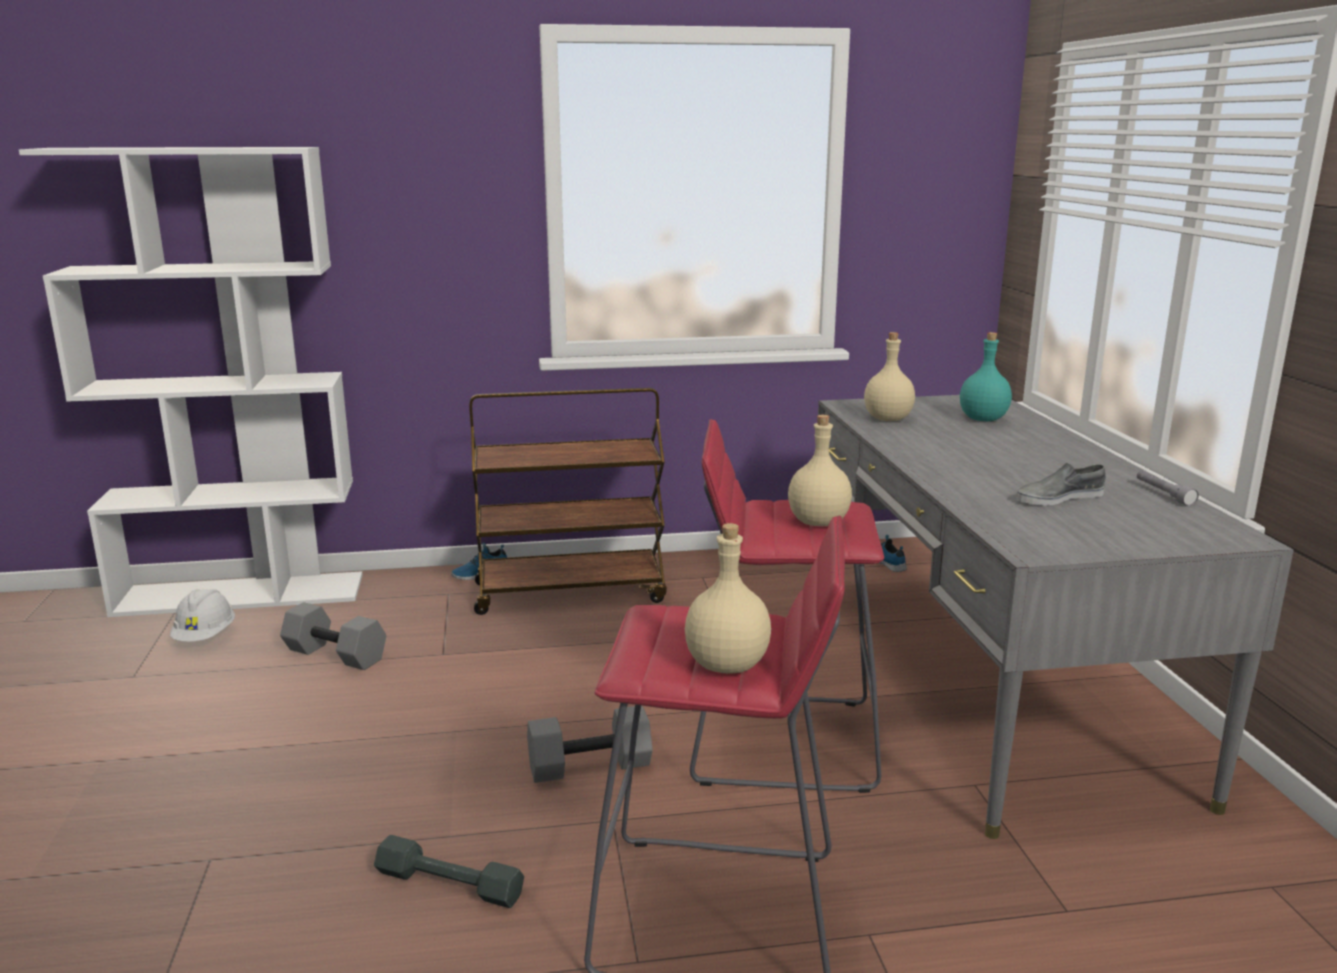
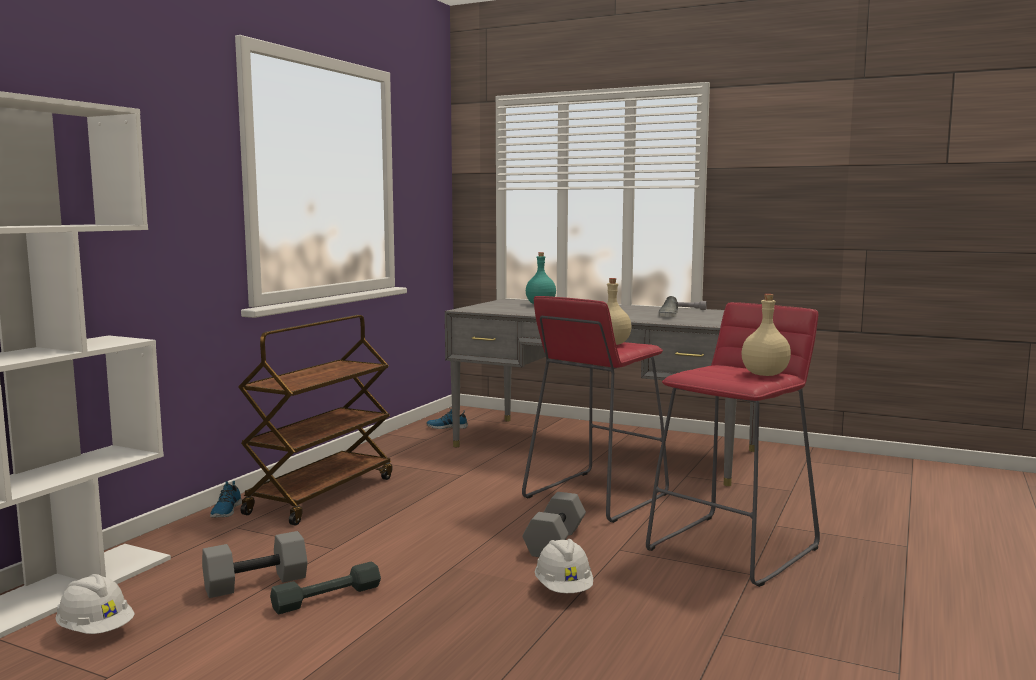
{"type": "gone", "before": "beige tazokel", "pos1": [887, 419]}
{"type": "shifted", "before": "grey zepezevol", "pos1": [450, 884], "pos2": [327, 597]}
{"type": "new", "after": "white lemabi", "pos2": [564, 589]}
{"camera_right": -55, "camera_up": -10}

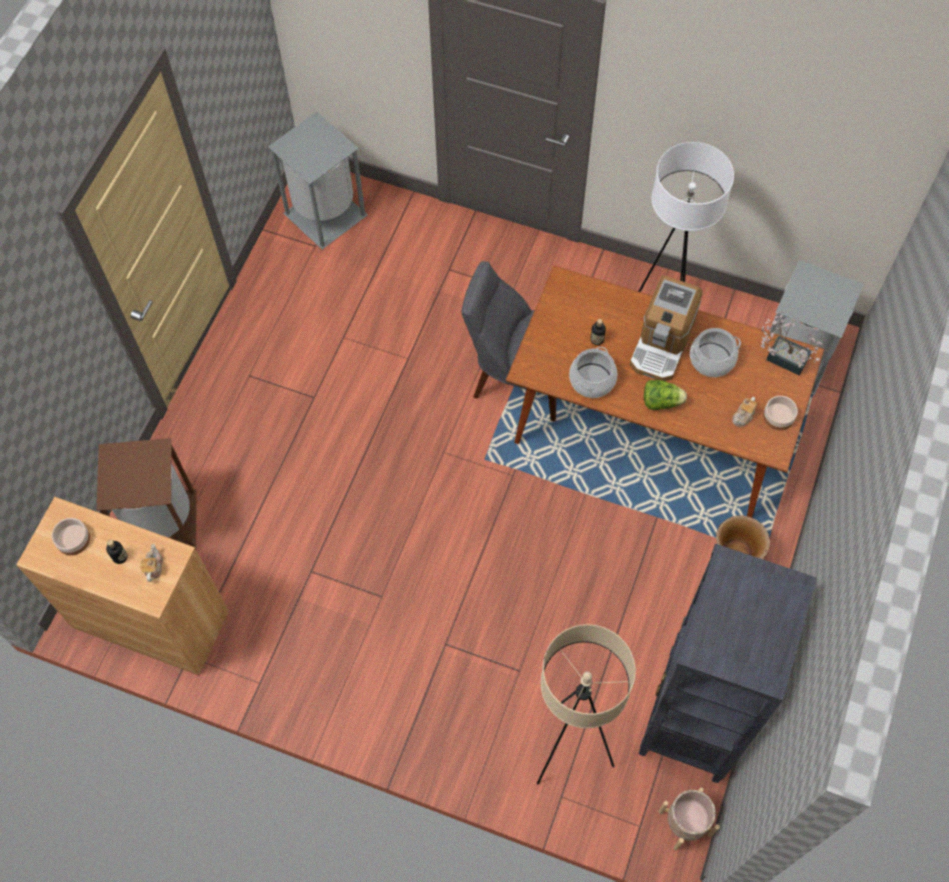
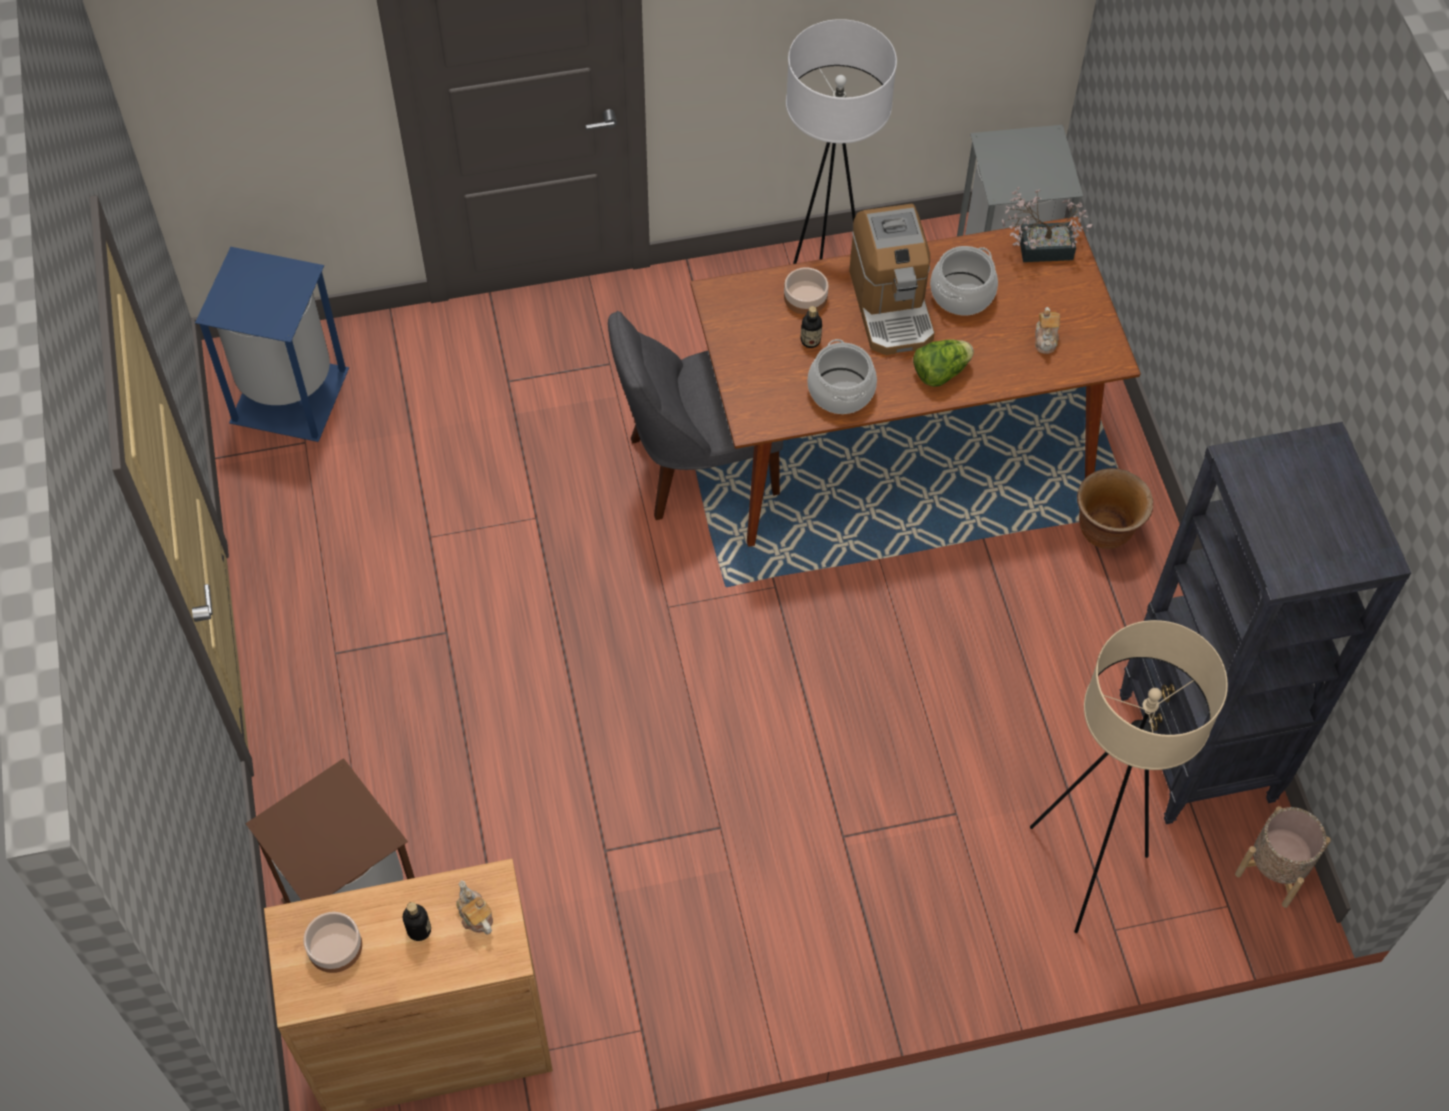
{"type": "repainted", "before": "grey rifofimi", "after": "blue rifofimi", "pos1": [325, 213], "pos2": [288, 394]}
{"type": "shifted", "before": "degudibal", "pos1": [779, 416], "pos2": [805, 297]}
{"camera_right": -35, "camera_up": -5}

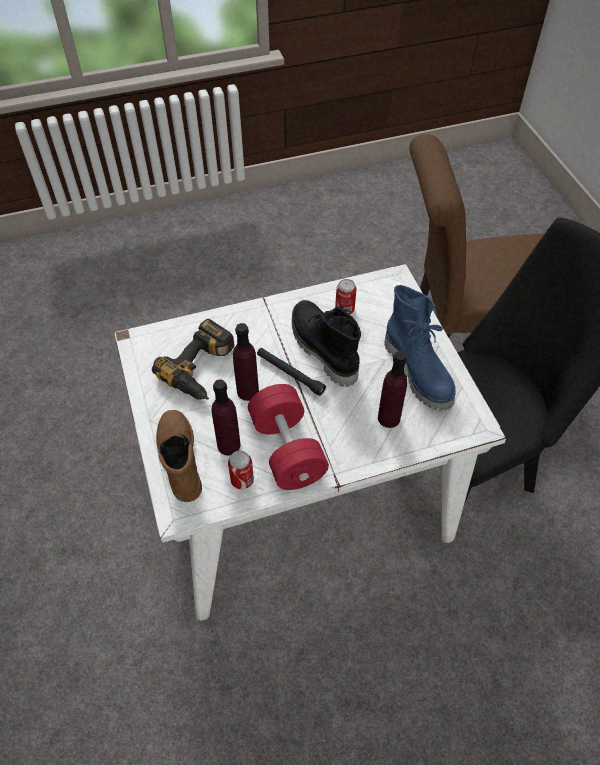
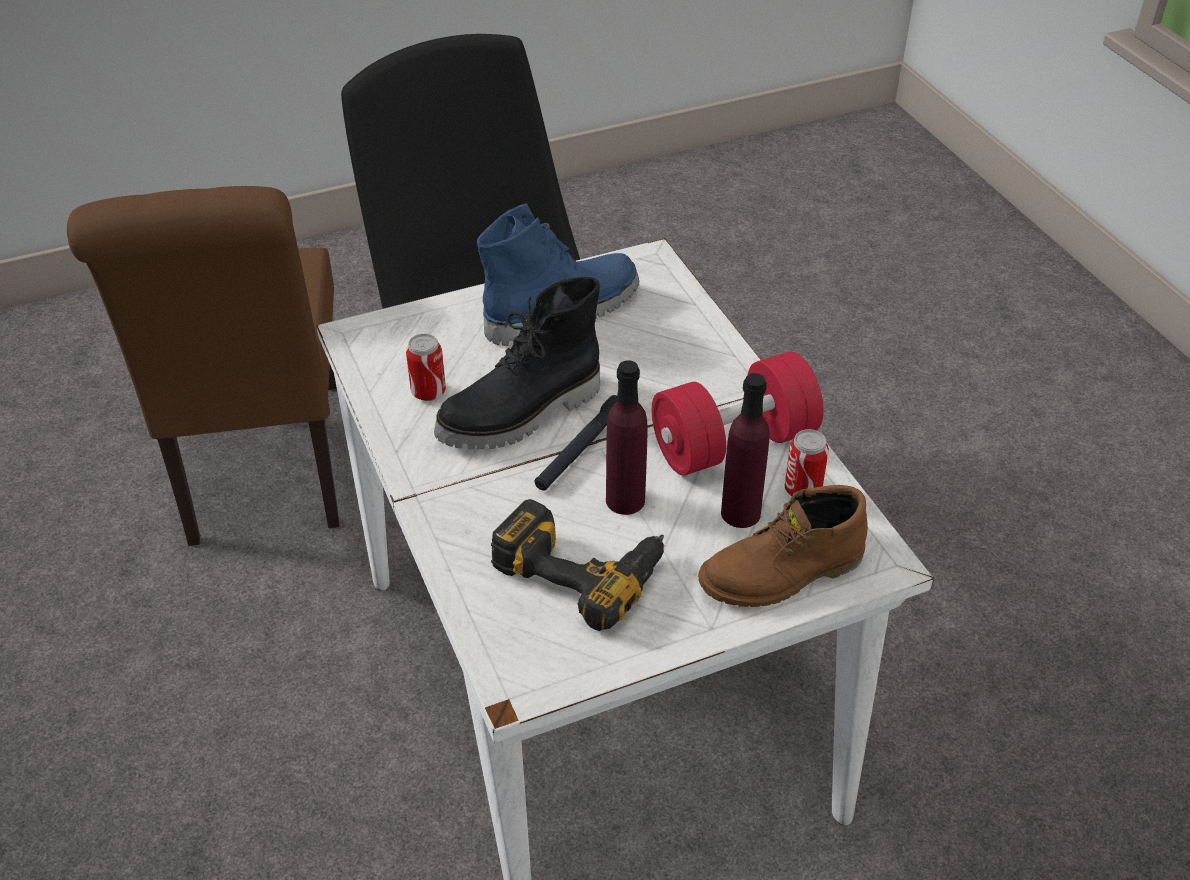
{"type": "gone", "before": "purple tazokel", "pos1": [388, 418]}
{"camera_right": -95, "camera_up": -10}

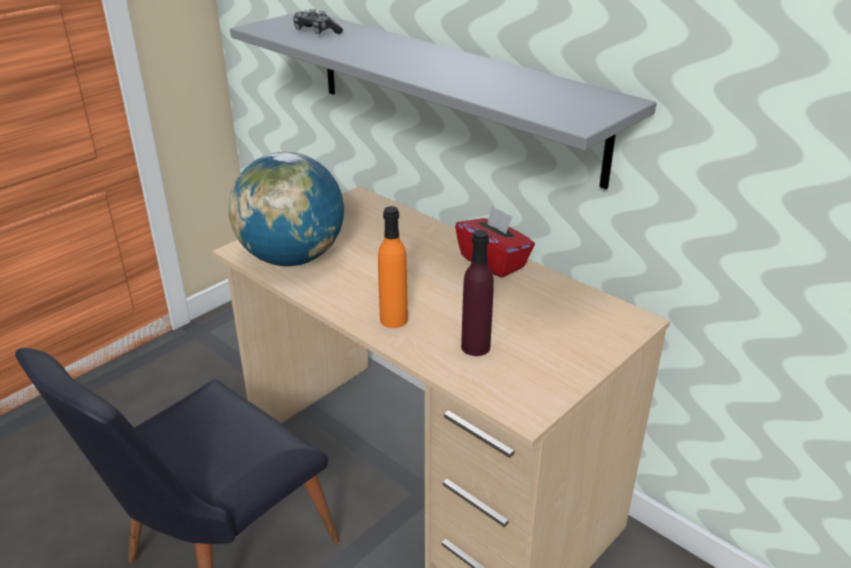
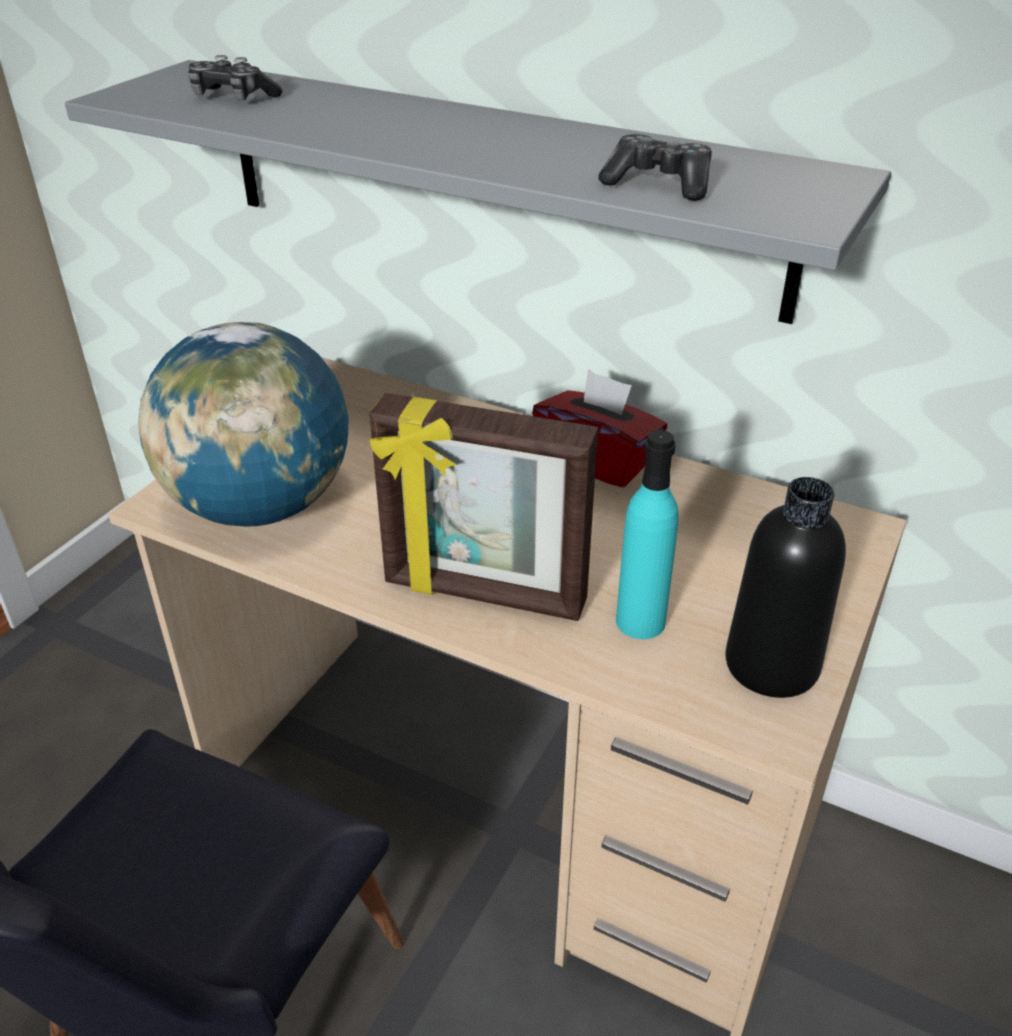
{"type": "swapped", "before": "orange tazokel", "after": "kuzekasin", "pos1": [393, 319], "pos2": [484, 594]}
{"type": "repainted", "before": "purple tazokel", "after": "turquoise tazokel", "pos1": [475, 347], "pos2": [640, 621]}
{"type": "new", "after": "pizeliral", "pos2": [658, 184]}
{"type": "new", "after": "black tazokel", "pos2": [771, 665]}
{"camera_right": -15, "camera_up": 5}

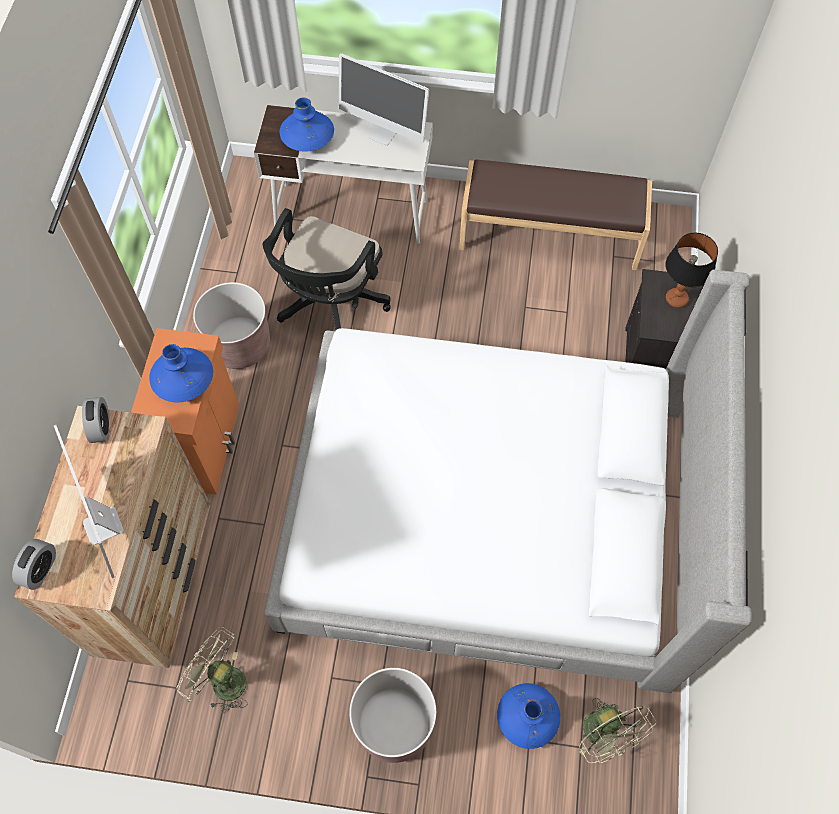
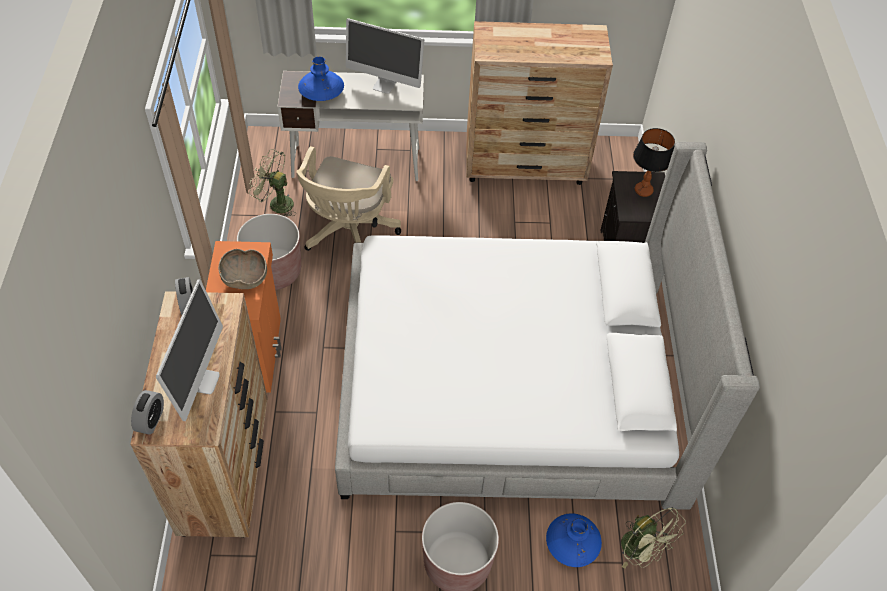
{"type": "swapped", "before": "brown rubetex", "after": "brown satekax", "pos1": [549, 235], "pos2": [525, 166]}
{"type": "repainted", "before": "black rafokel", "after": "beige rafokel", "pos1": [329, 306], "pos2": [348, 234]}
{"type": "swapped", "before": "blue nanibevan", "after": "brown degudibal", "pos1": [184, 380], "pos2": [245, 278]}
{"type": "rotated", "before": "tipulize", "pos1": [103, 526], "pos2": [202, 381], "turn": -135}
{"type": "shifted", "before": "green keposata", "pos1": [221, 681], "pos2": [276, 203]}
{"camera_right": -10, "camera_up": -10}

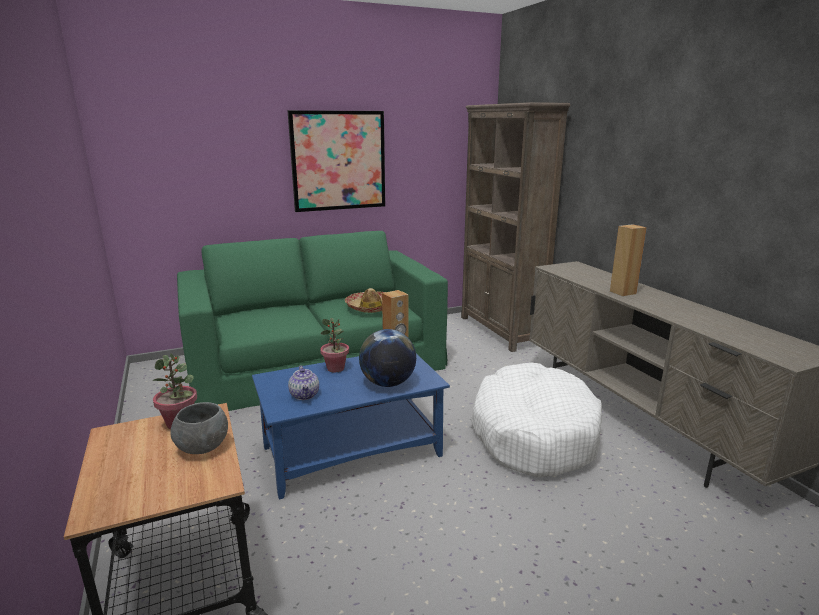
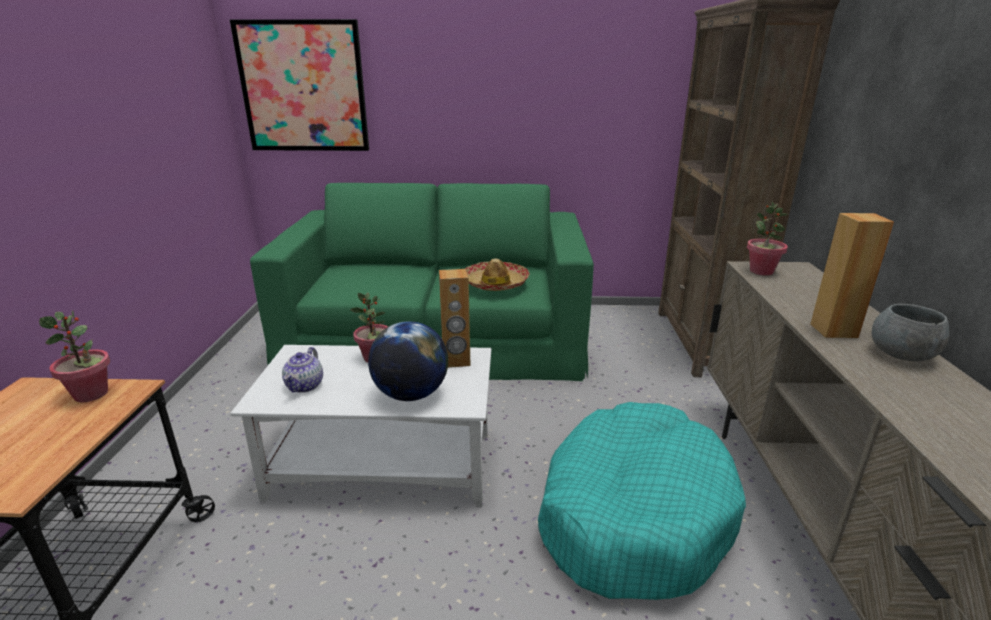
{"type": "shifted", "before": "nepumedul", "pos1": [338, 161], "pos2": [303, 87]}
{"type": "repainted", "before": "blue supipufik", "after": "white supipufik", "pos1": [353, 451], "pos2": [385, 464]}
{"type": "repainted", "before": "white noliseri", "after": "turquoise noliseri", "pos1": [533, 433], "pos2": [633, 513]}
{"type": "shifted", "before": "grey degudibal", "pos1": [202, 447], "pos2": [901, 355]}
{"type": "new", "after": "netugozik", "pos2": [761, 271]}
{"camera_right": 25, "camera_up": 5}

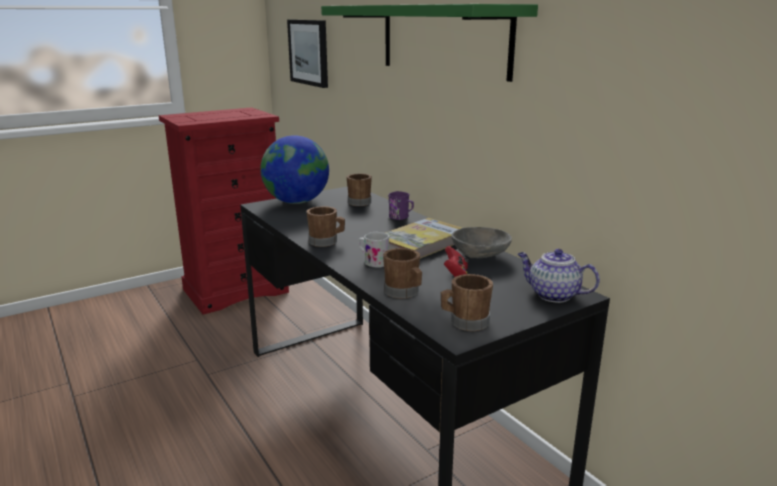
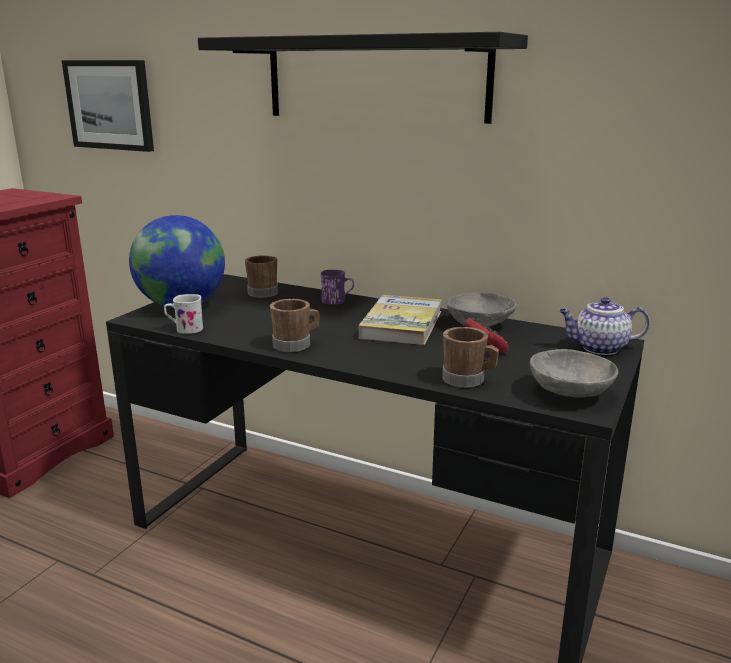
{"type": "repainted", "before": "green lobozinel", "after": "black lobozinel", "pos1": [442, 39], "pos2": [375, 79]}
{"type": "shifted", "before": "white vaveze", "pos1": [373, 262], "pos2": [185, 329]}
{"type": "swapped", "before": "brown vaveze", "after": "grey degudibal", "pos1": [465, 322], "pos2": [570, 394]}
{"camera_right": -30, "camera_up": 0}

